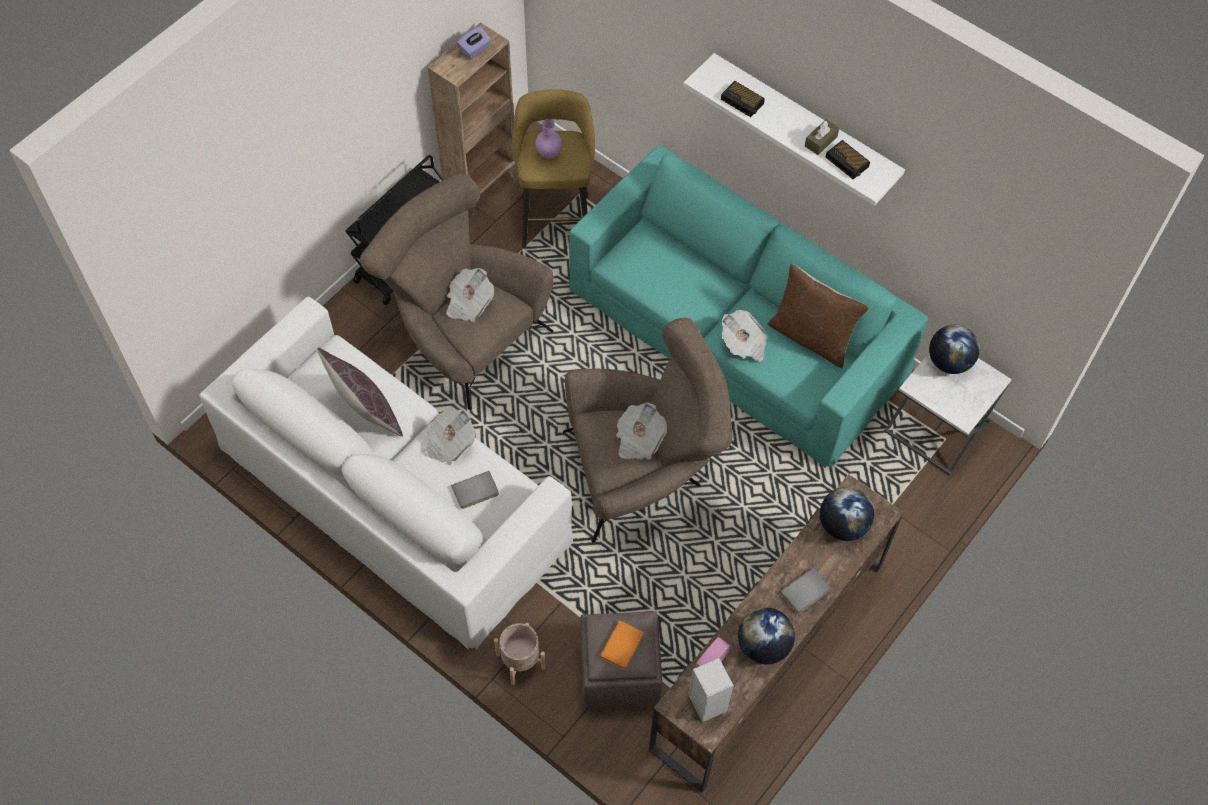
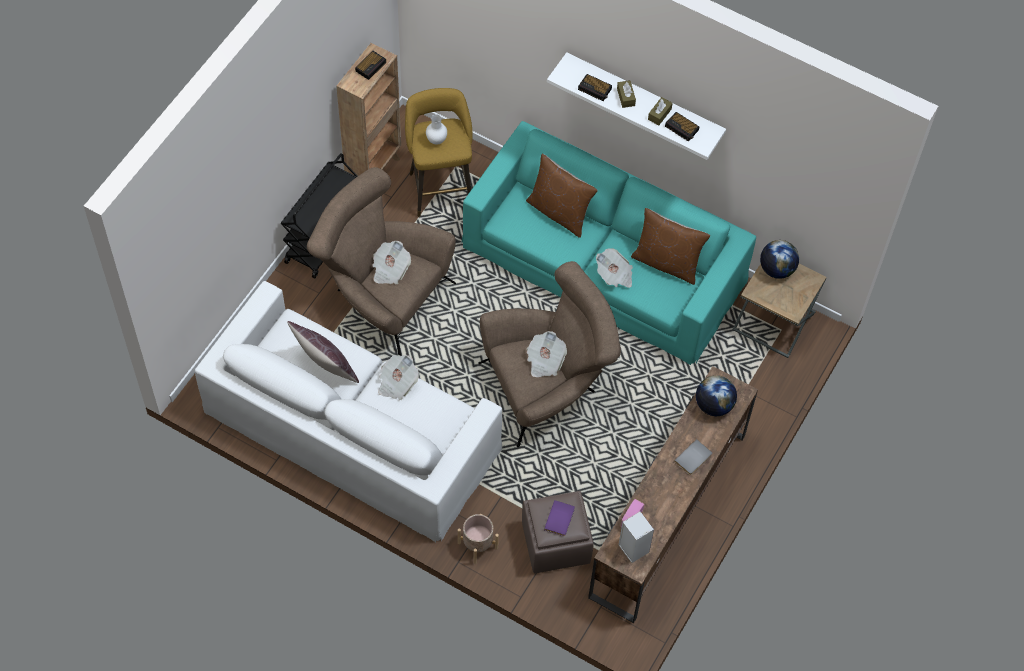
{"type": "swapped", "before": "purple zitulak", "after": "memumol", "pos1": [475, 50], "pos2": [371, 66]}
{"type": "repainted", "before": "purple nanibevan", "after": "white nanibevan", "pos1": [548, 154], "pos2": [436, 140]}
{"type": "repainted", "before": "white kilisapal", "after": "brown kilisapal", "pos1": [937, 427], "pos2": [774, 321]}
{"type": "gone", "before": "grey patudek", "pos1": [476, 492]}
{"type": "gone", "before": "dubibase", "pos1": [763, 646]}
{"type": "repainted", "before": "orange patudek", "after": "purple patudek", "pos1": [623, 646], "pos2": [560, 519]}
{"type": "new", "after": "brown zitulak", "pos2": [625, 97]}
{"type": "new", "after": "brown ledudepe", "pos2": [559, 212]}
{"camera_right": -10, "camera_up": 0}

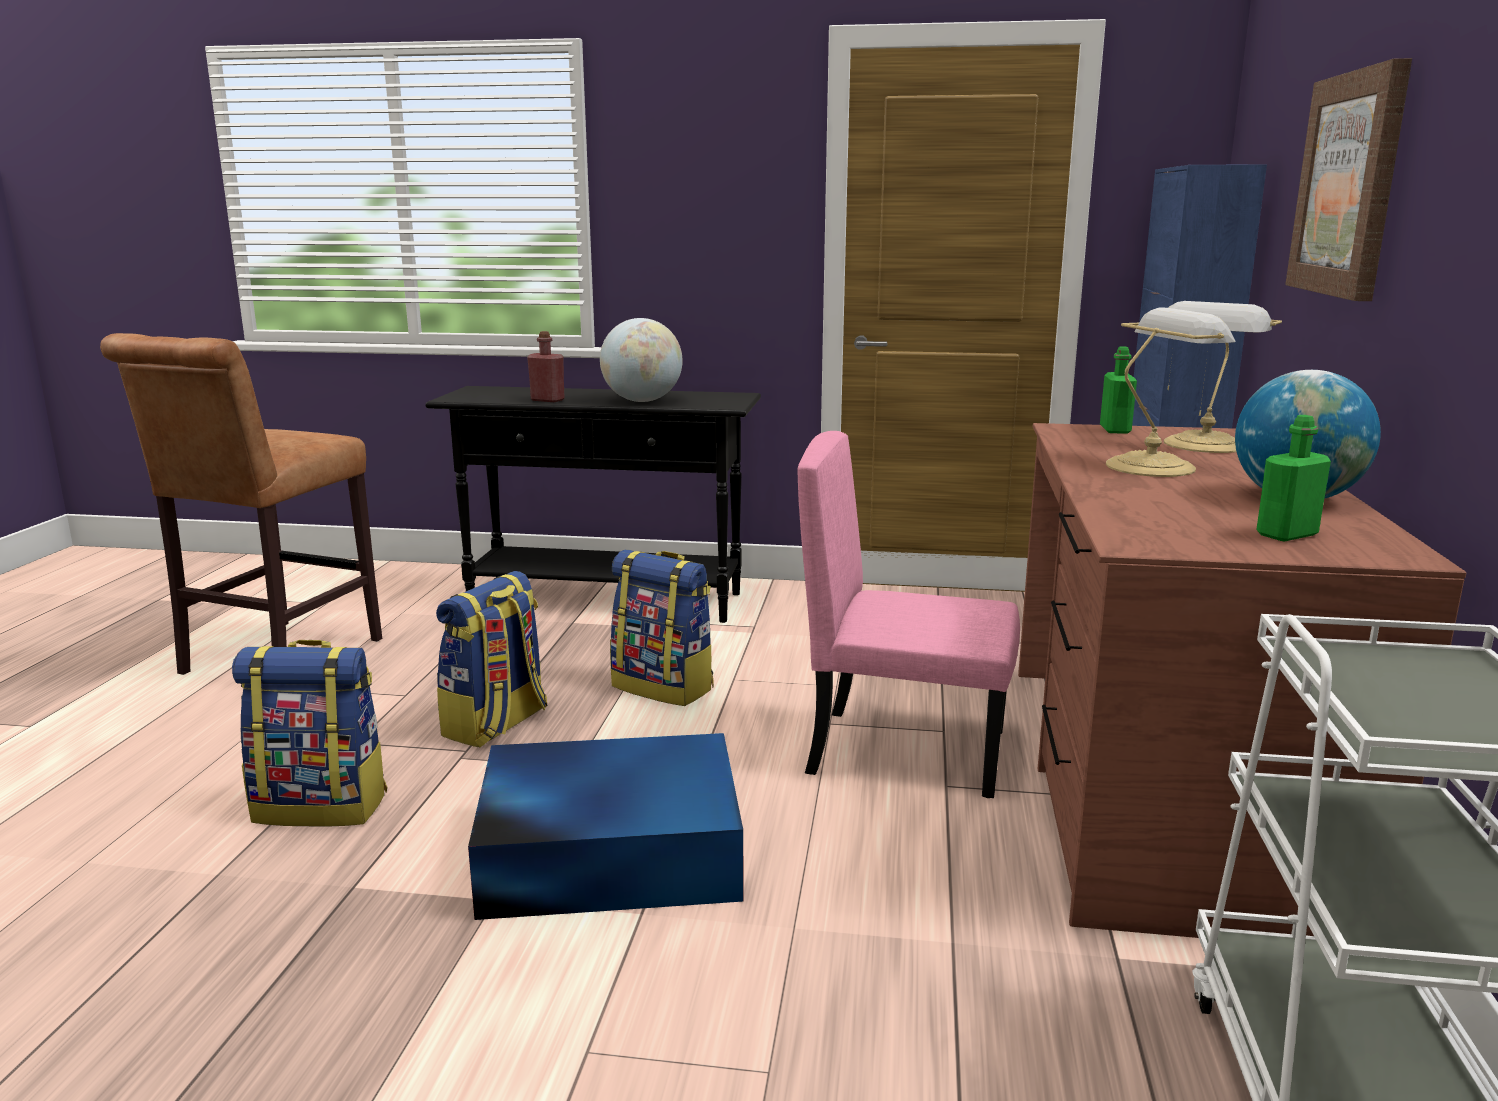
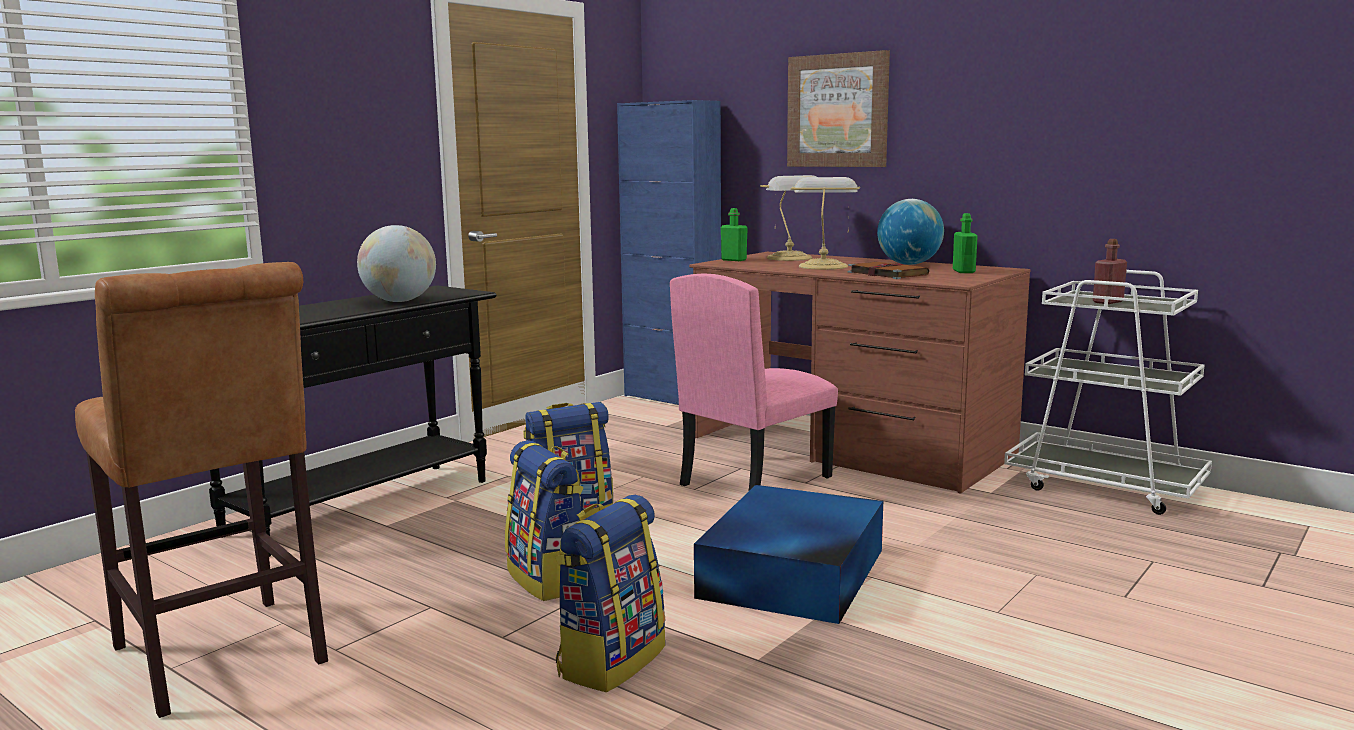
{"type": "shifted", "before": "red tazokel", "pos1": [547, 400], "pos2": [1108, 302]}
{"type": "new", "after": "brown patudek", "pos2": [886, 273]}
{"camera_right": -60, "camera_up": -5}

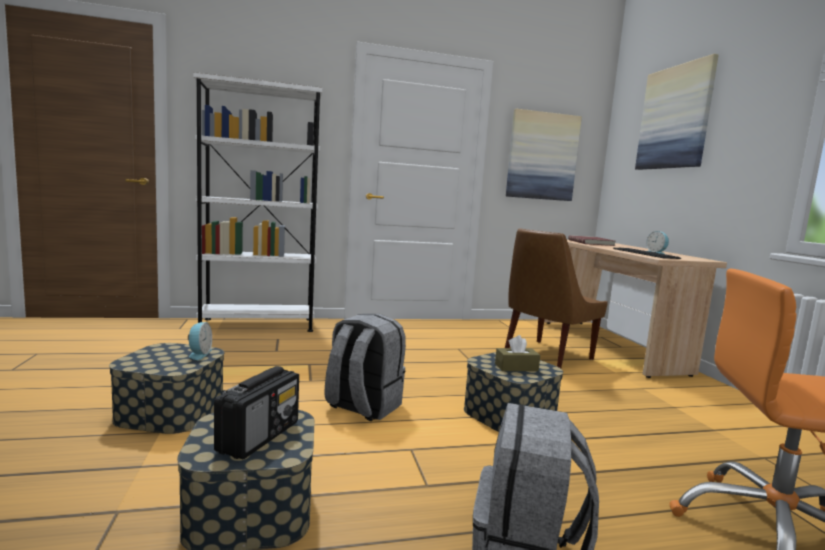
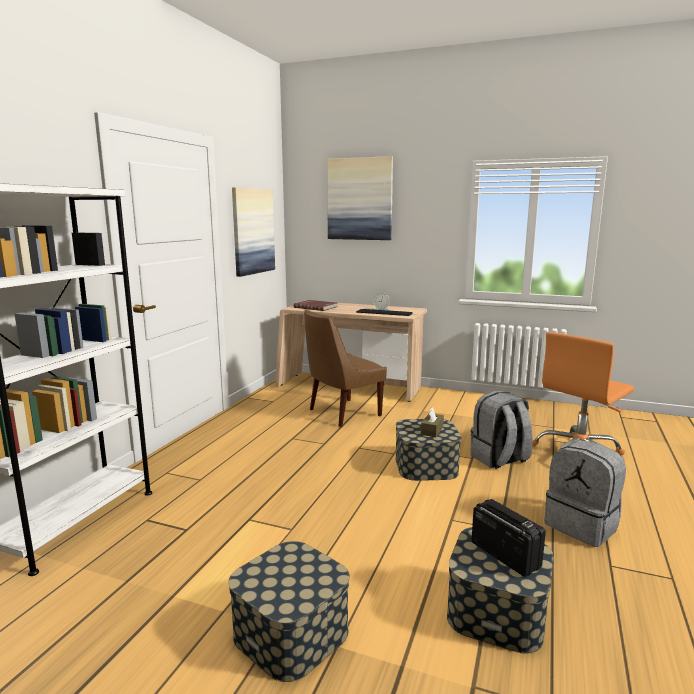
{"type": "rotated", "before": "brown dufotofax", "pos1": [545, 355], "pos2": [342, 413], "turn": 60}
{"type": "shifted", "before": "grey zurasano", "pos1": [362, 406], "pos2": [499, 459]}
{"type": "gone", "before": "memumol", "pos1": [199, 354]}
{"camera_right": -55, "camera_up": 5}

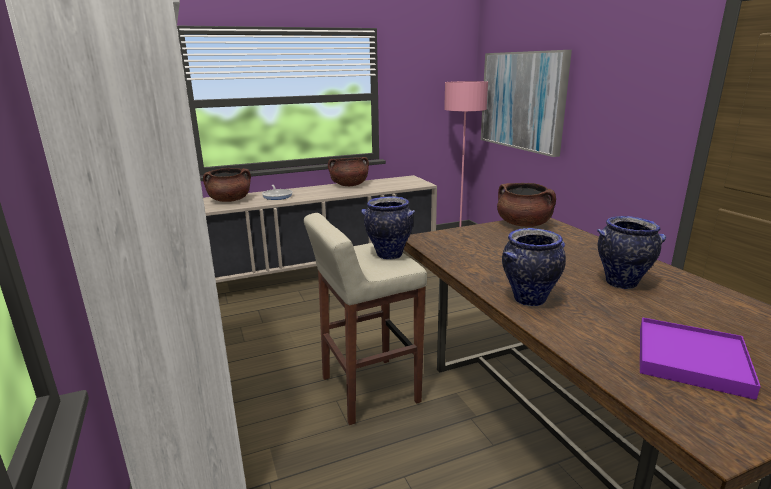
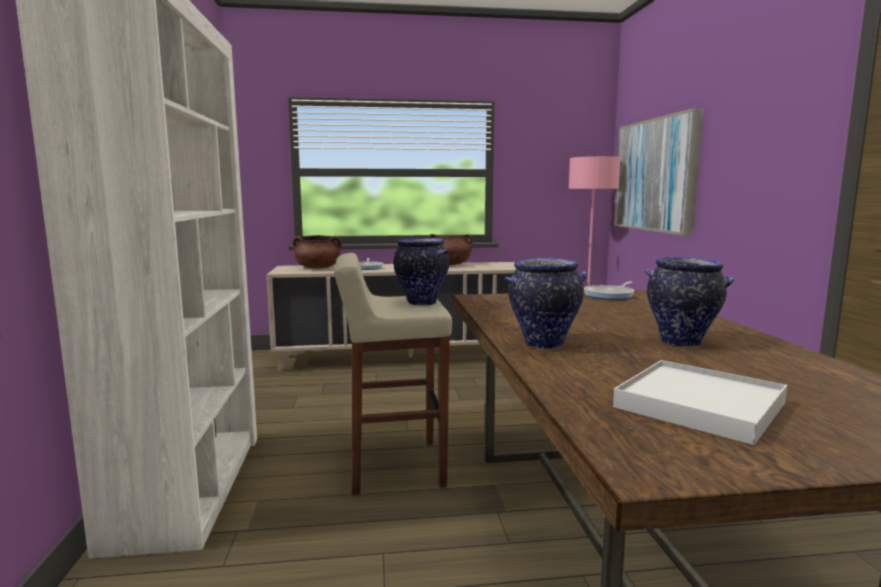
{"type": "swapped", "before": "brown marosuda", "after": "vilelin", "pos1": [523, 224], "pos2": [610, 295]}
{"type": "repainted", "before": "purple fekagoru", "after": "white fekagoru", "pos1": [691, 360], "pos2": [700, 405]}
{"camera_right": 15, "camera_up": -10}

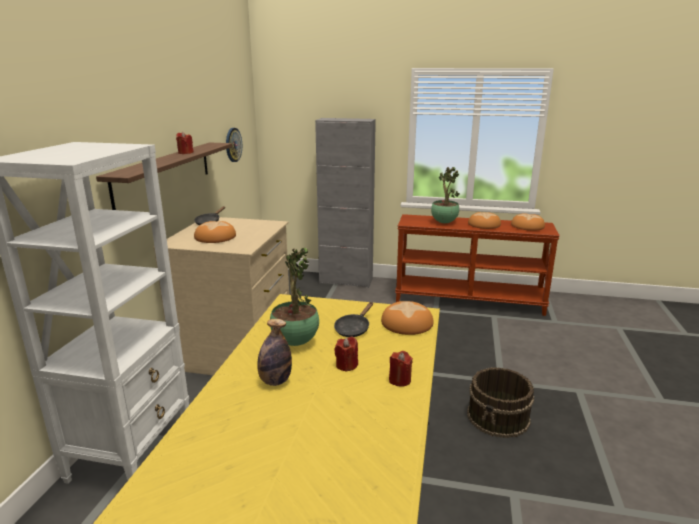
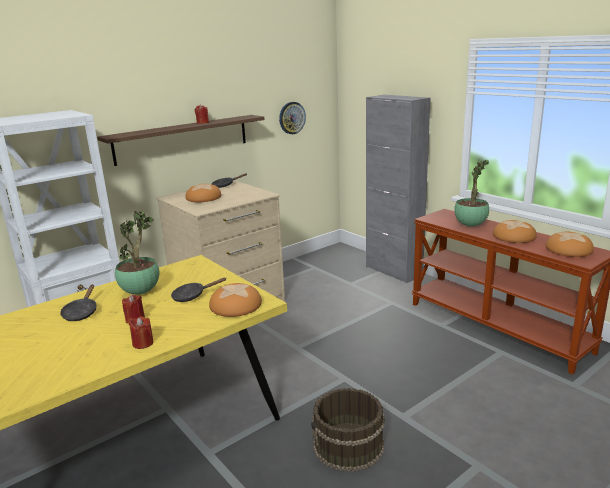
{"type": "swapped", "before": "tazokel", "after": "black vilelin", "pos1": [275, 381], "pos2": [81, 312]}
{"camera_right": 40, "camera_up": 0}

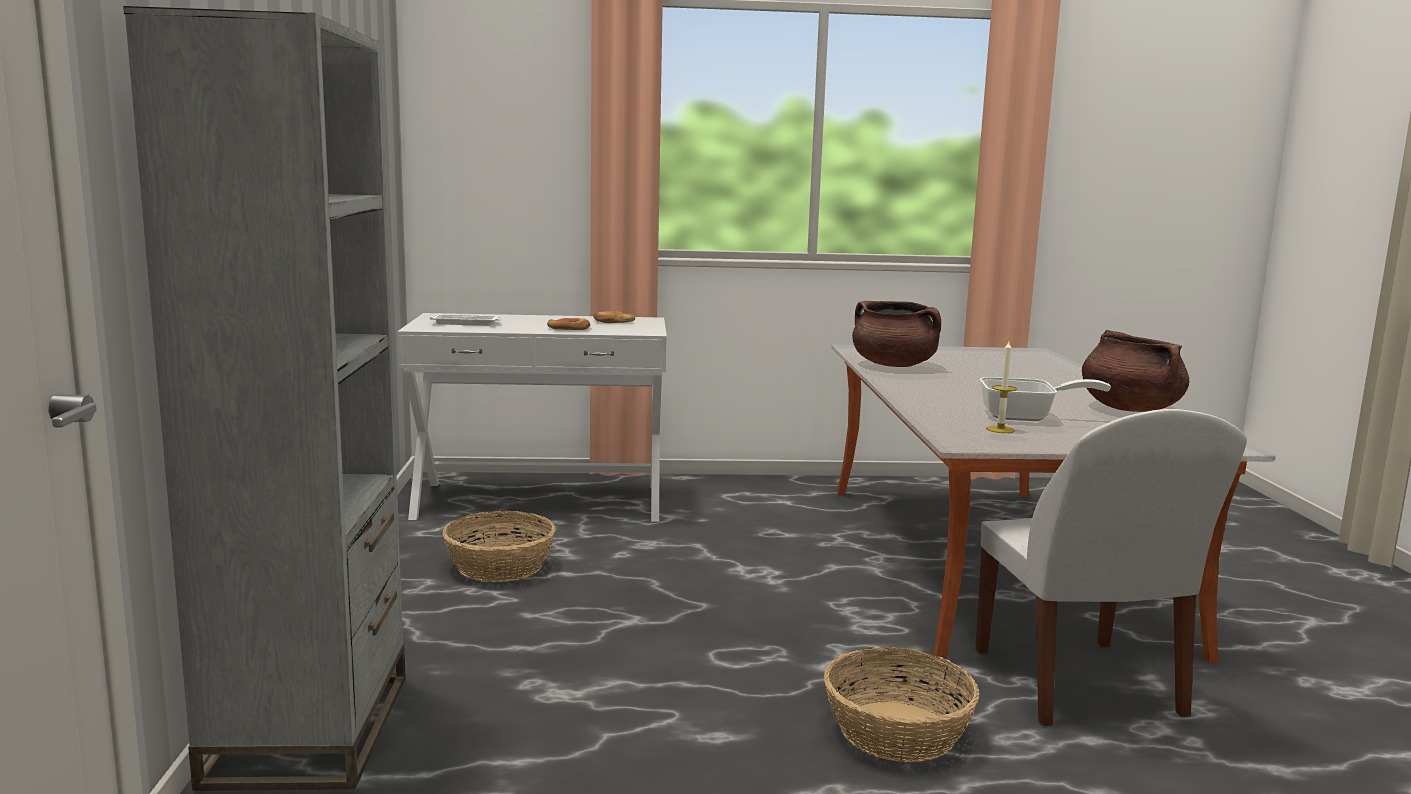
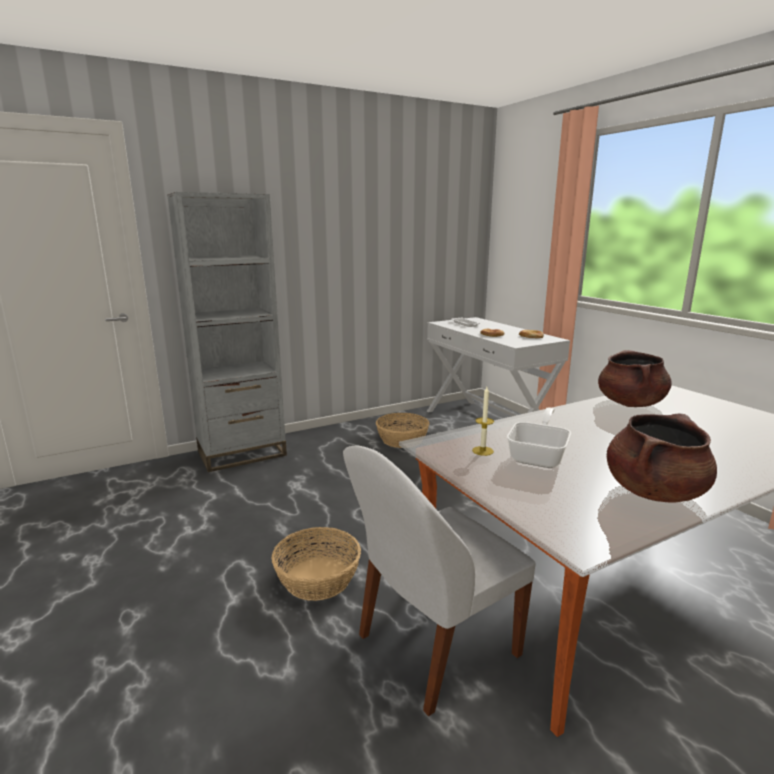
{"type": "rotated", "before": "vilelin", "pos1": [1026, 417], "pos2": [539, 455], "turn": -135}
{"camera_right": 65, "camera_up": 5}

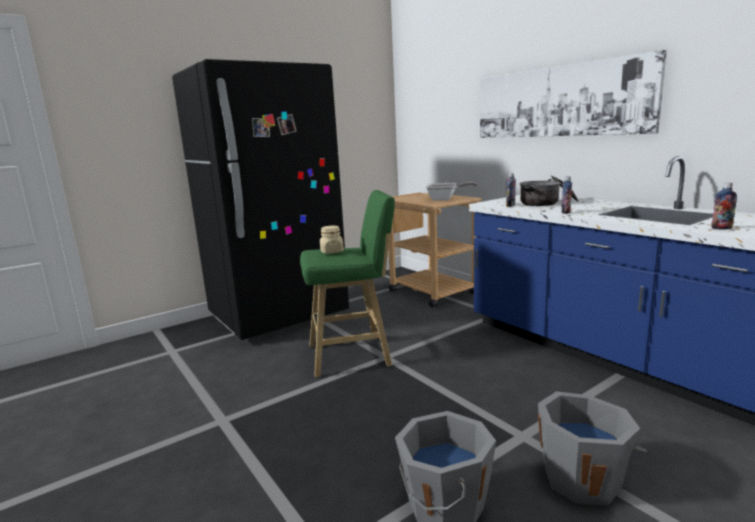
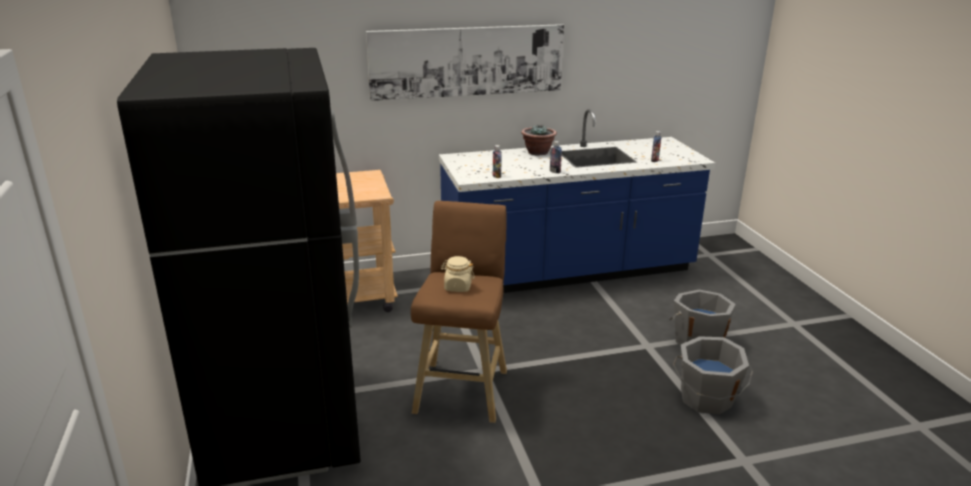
{"type": "gone", "before": "marosuda", "pos1": [548, 203]}
{"type": "gone", "before": "vilelin", "pos1": [445, 199]}
{"type": "repainted", "before": "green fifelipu", "after": "brown fifelipu", "pos1": [353, 355], "pos2": [462, 388]}
{"type": "new", "after": "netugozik", "pos2": [538, 152]}
{"camera_right": -70, "camera_up": 10}

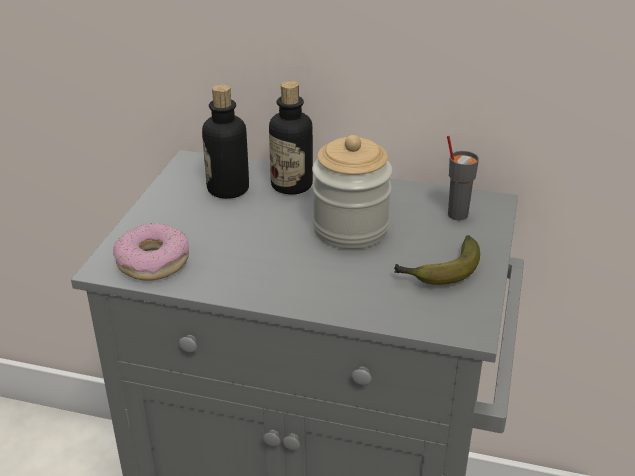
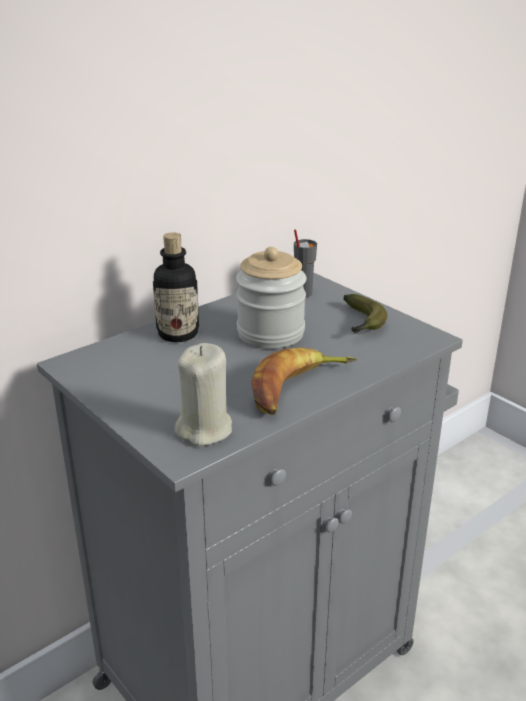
{"type": "gone", "before": "tazokel", "pos1": [228, 189]}
{"type": "swapped", "before": "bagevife", "after": "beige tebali", "pos1": [153, 262], "pos2": [205, 429]}
{"type": "new", "after": "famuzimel", "pos2": [298, 388]}
{"camera_right": -55, "camera_up": -5}

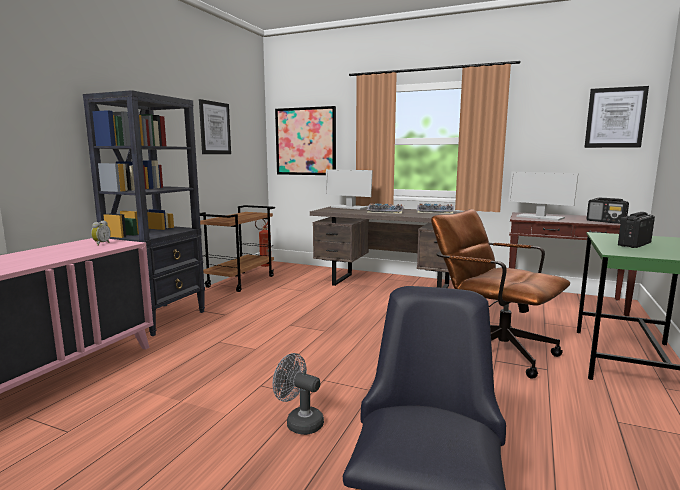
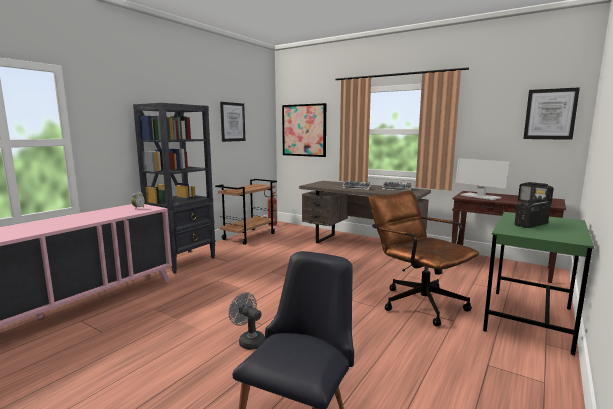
{"type": "gone", "before": "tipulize", "pos1": [349, 207]}
{"camera_right": 10, "camera_up": 0}

